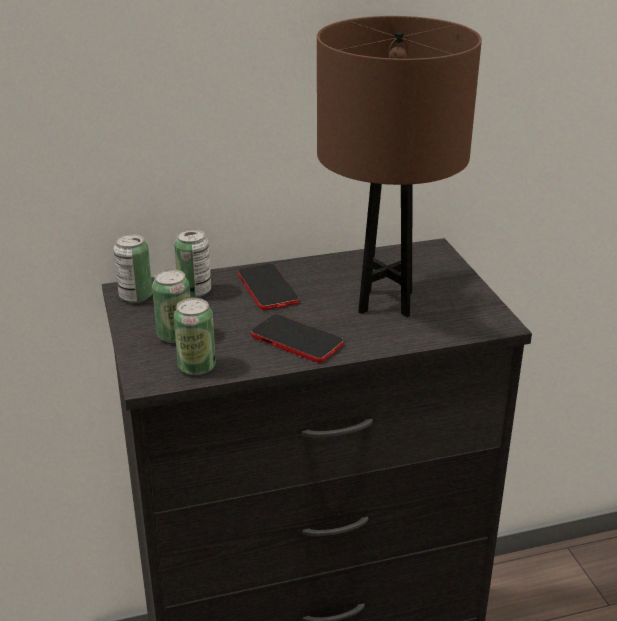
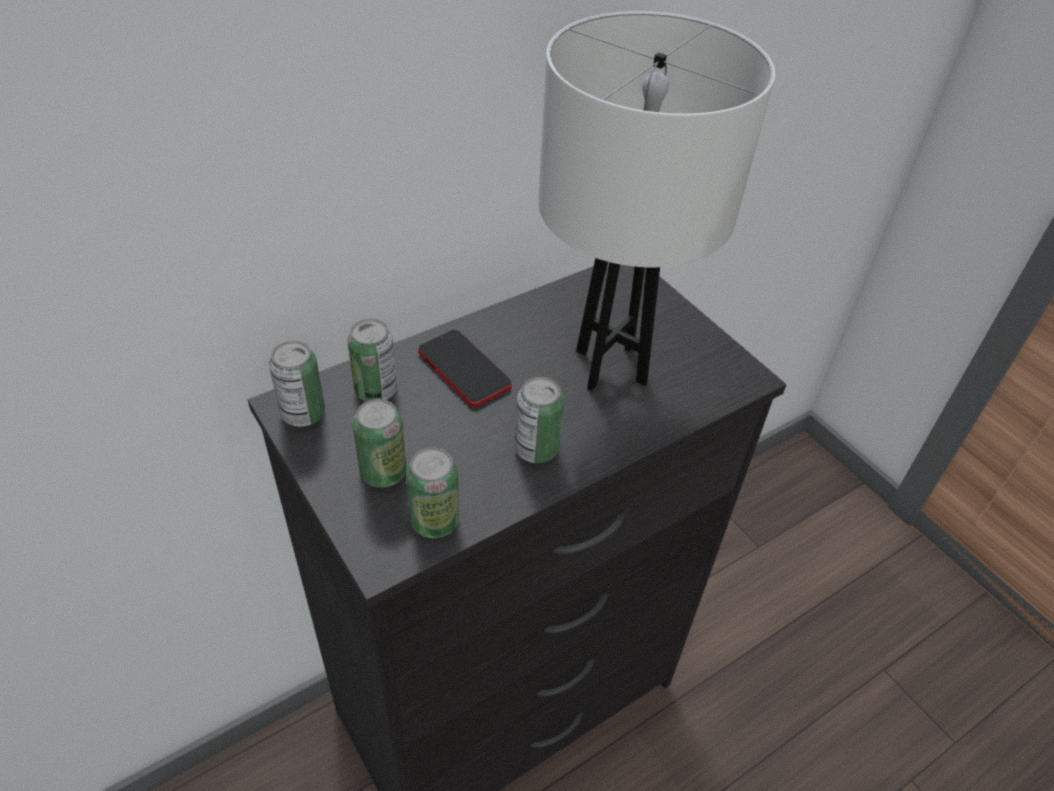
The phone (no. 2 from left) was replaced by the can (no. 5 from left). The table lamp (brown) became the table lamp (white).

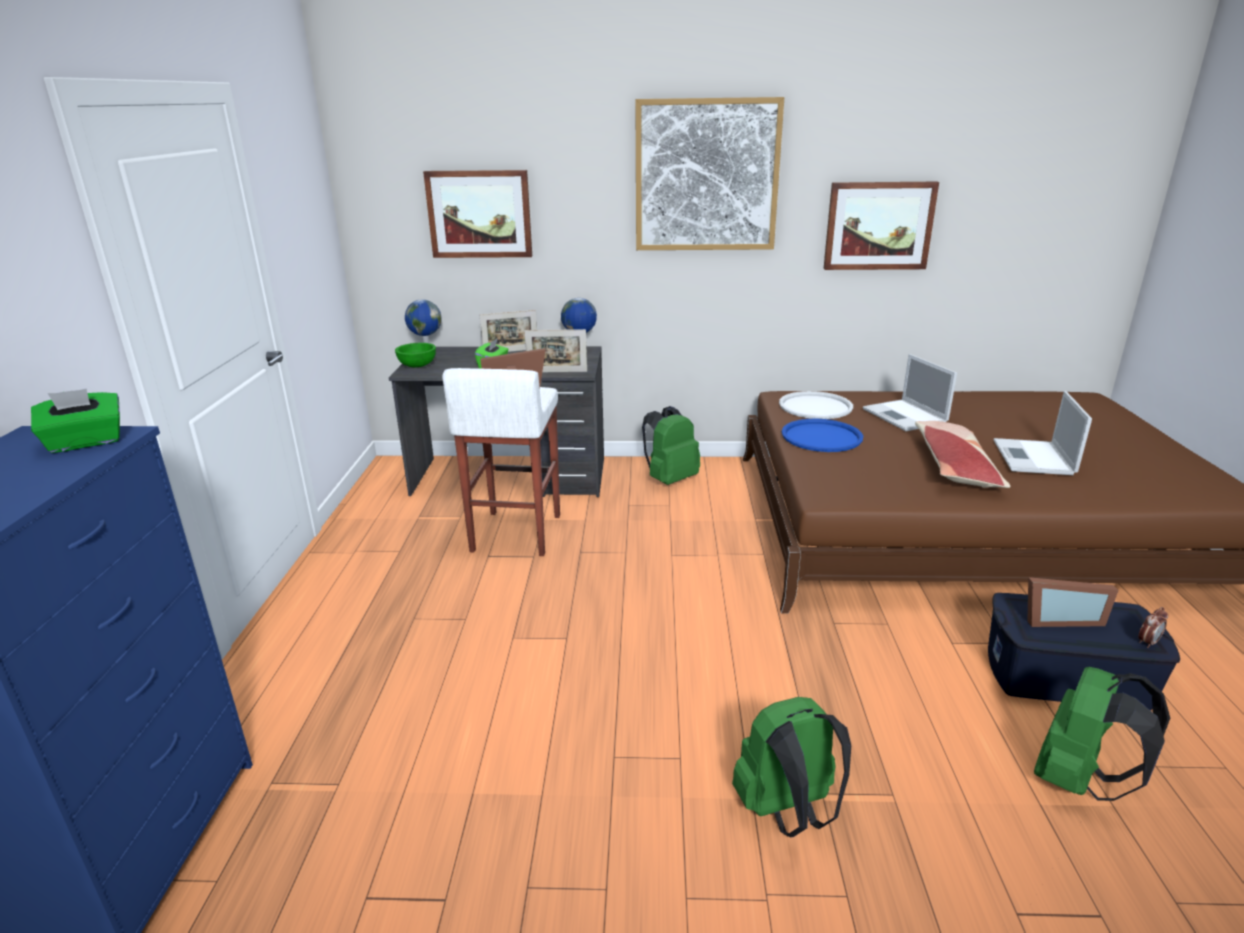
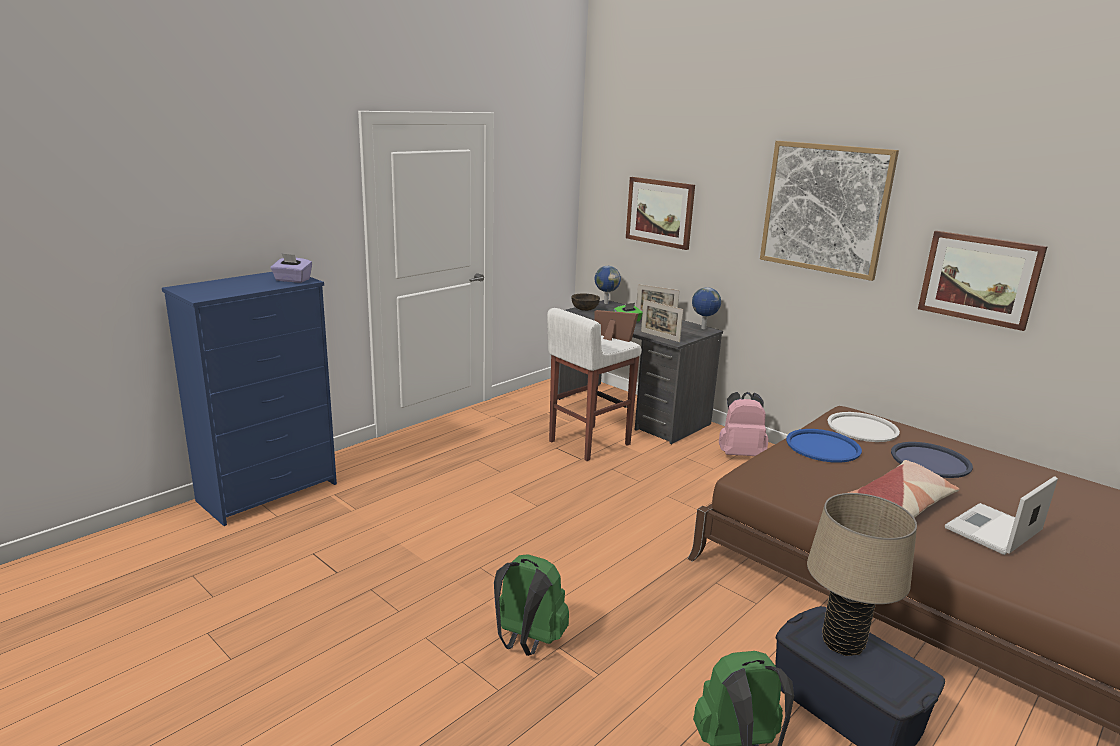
The tissue box (green) (no. 1 from left) became the tissue box (purple). The bowl (green) became the bowl (brown). The backpack (green) (no. 1 from left) became the backpack (pink). The laptop (no. 1 from left) was replaced by the tray (blue) (no. 2 from left). The picture frame (no. 4 from left) was replaced by the table lamp (beige). The alarm clock disappeared.

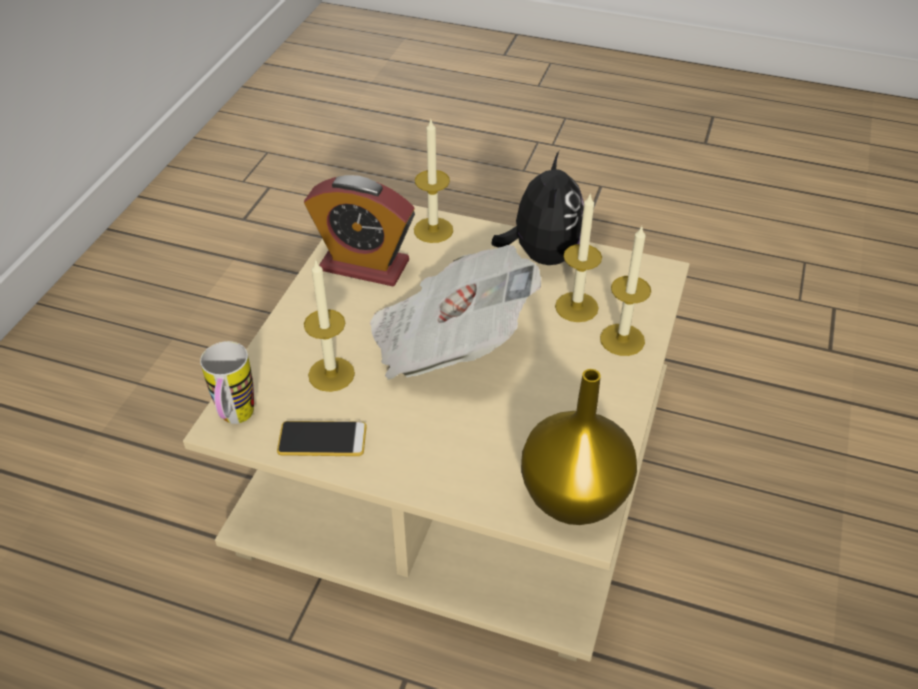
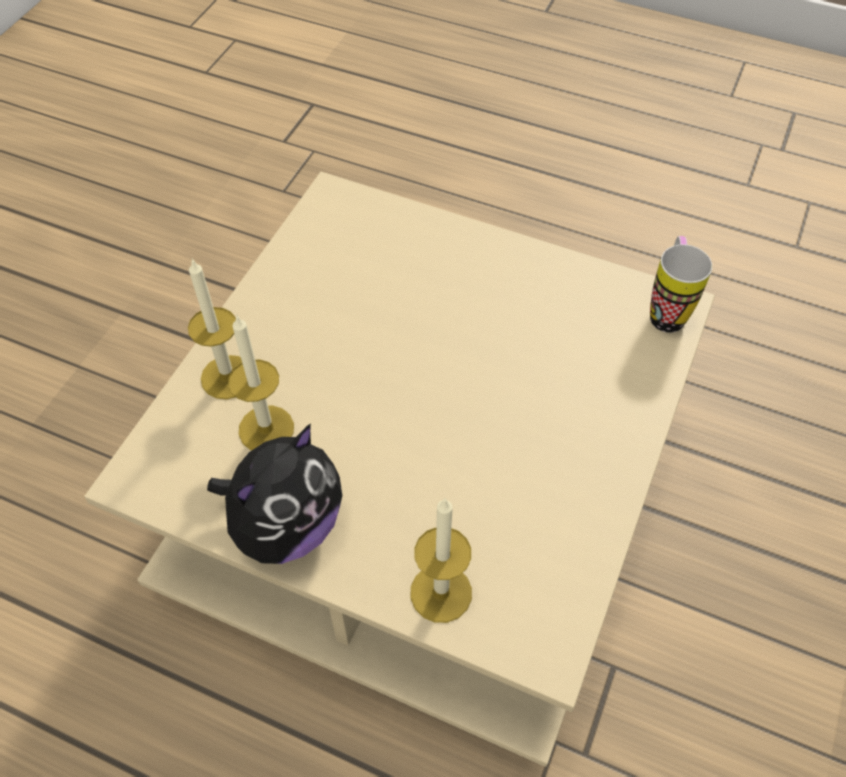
The phone disappeared. The alarm clock disappeared. The candle (no. 1 from left) disappeared. The newspaper disappeared. The plush toy turned 150 degrees counterclockwise. The vase (yellow) disappeared.

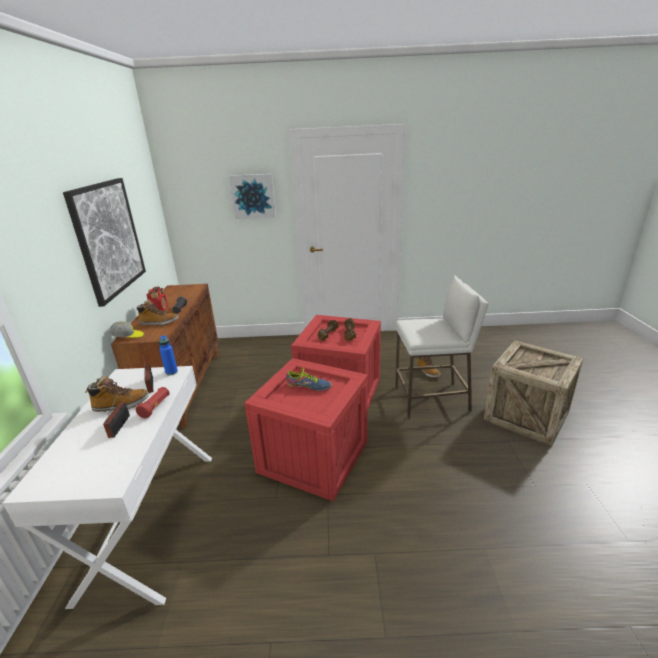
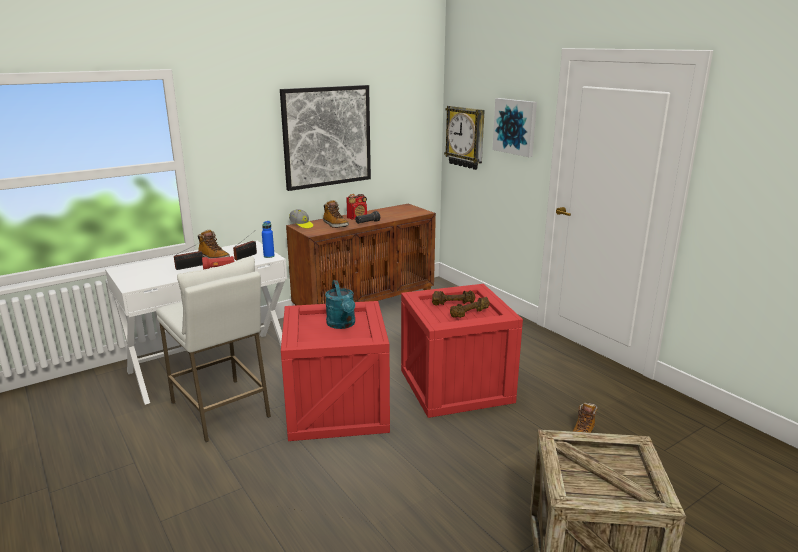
The shoe was replaced by the watering can (turquoise). The stool (white) moved. The wall clock appeared.

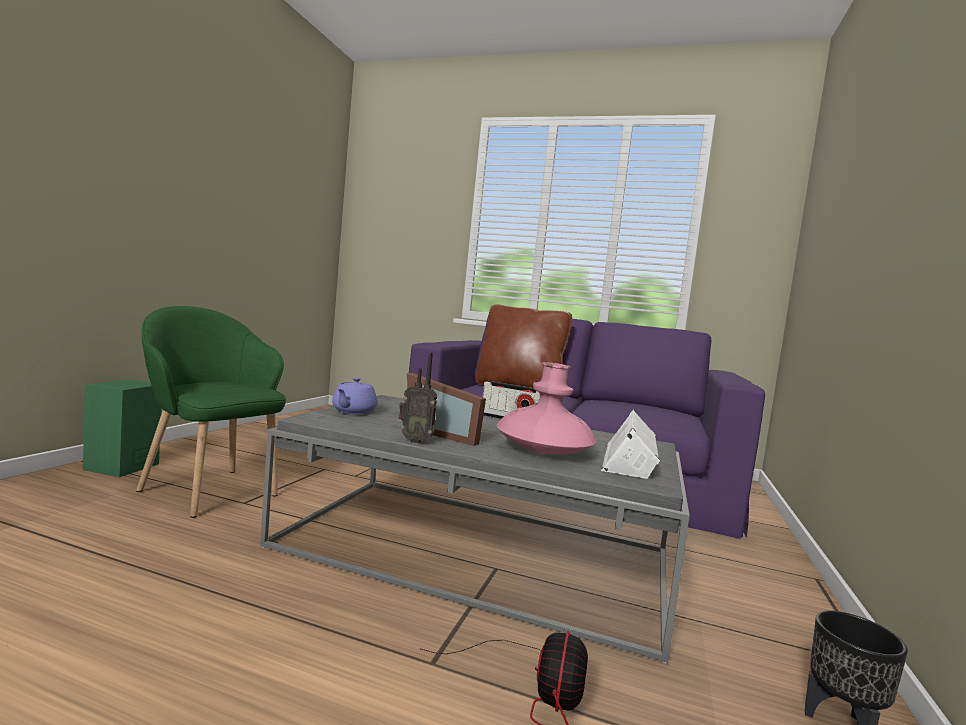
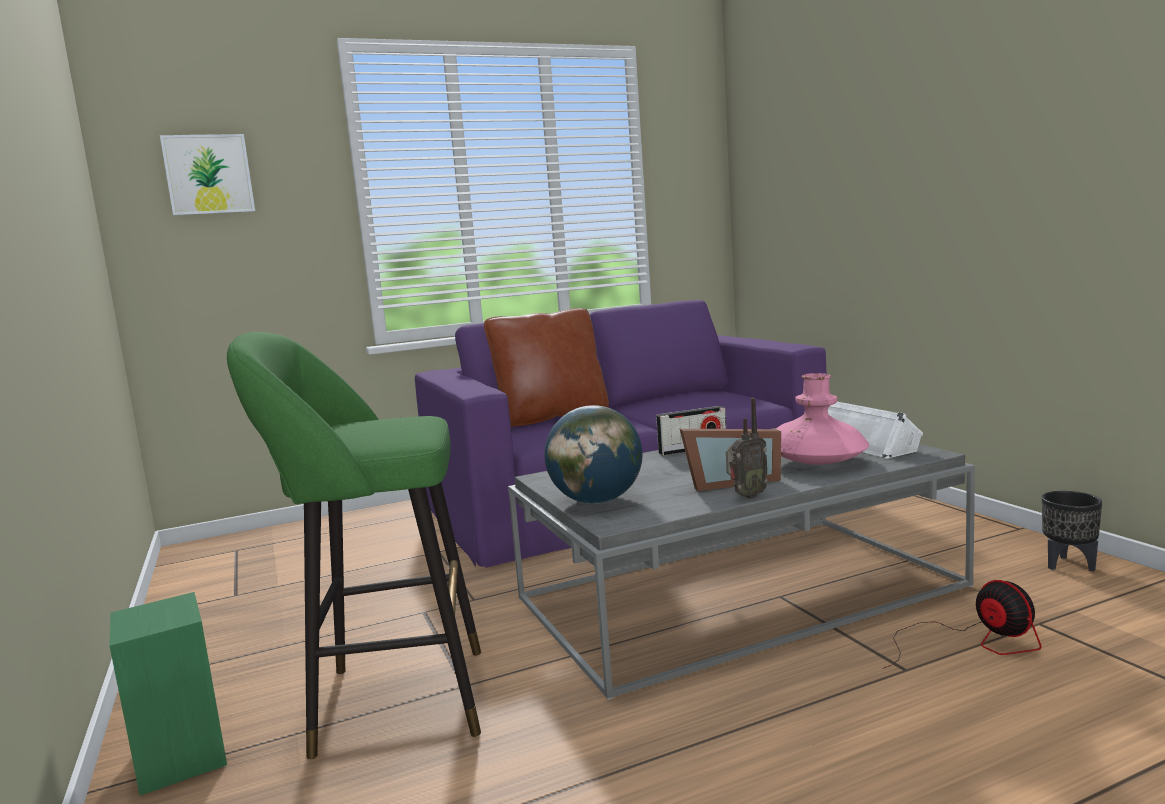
The armchair (green) was replaced by the stool (green). The teapot (purple) was replaced by the globe. The picture appeared.

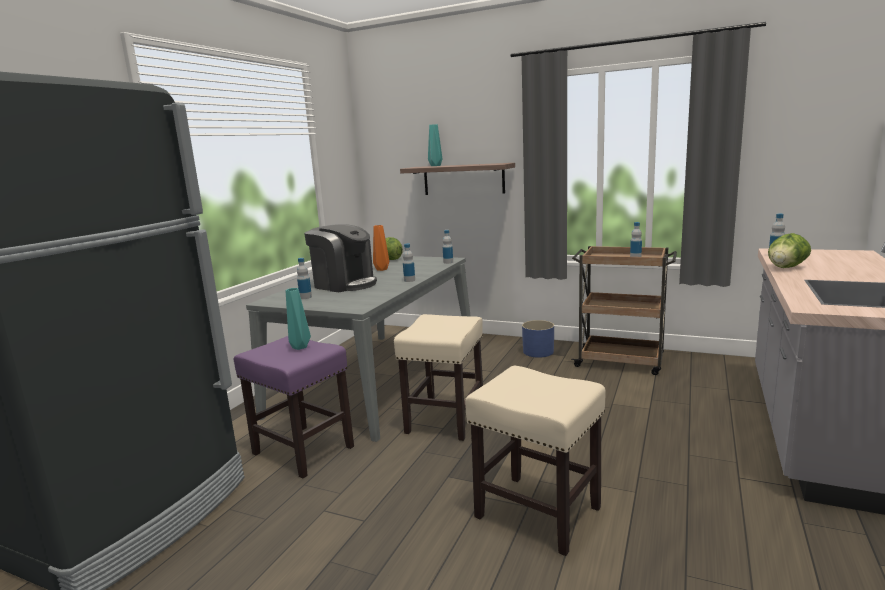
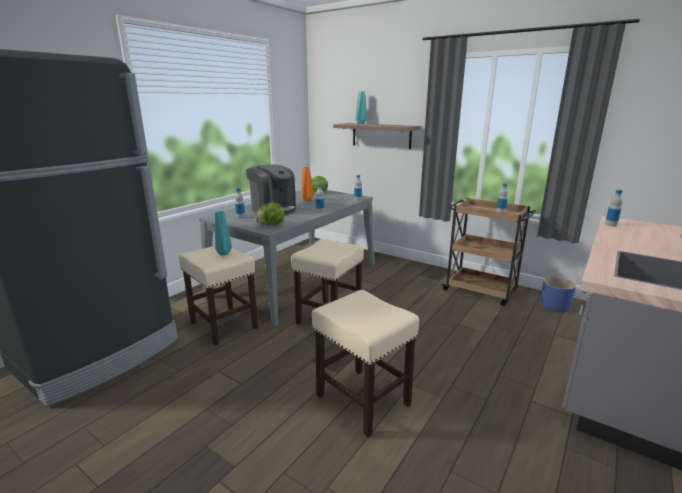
The stool (purple) became the stool (beige) (no. 1 from left). The planter (blue) moved. The lettuce (no. 2 from left in the first image) moved.

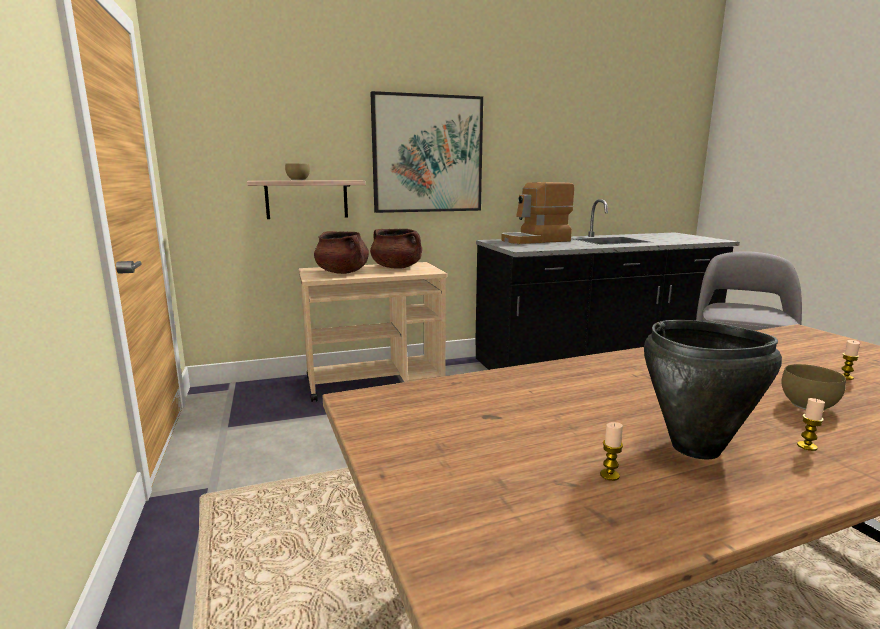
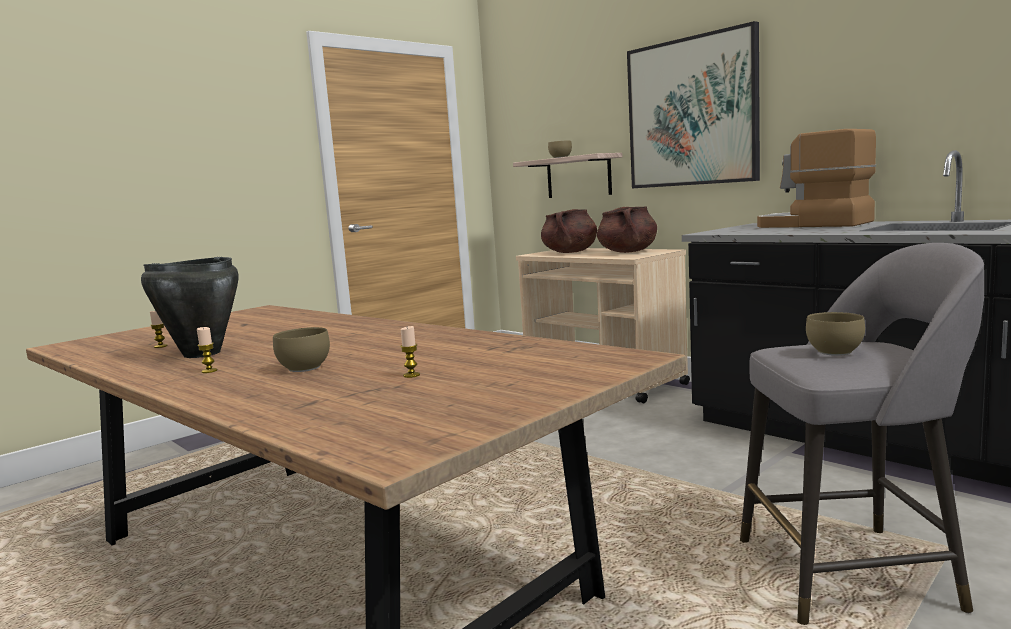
The bowl (brown) (no. 3 from left) appeared.

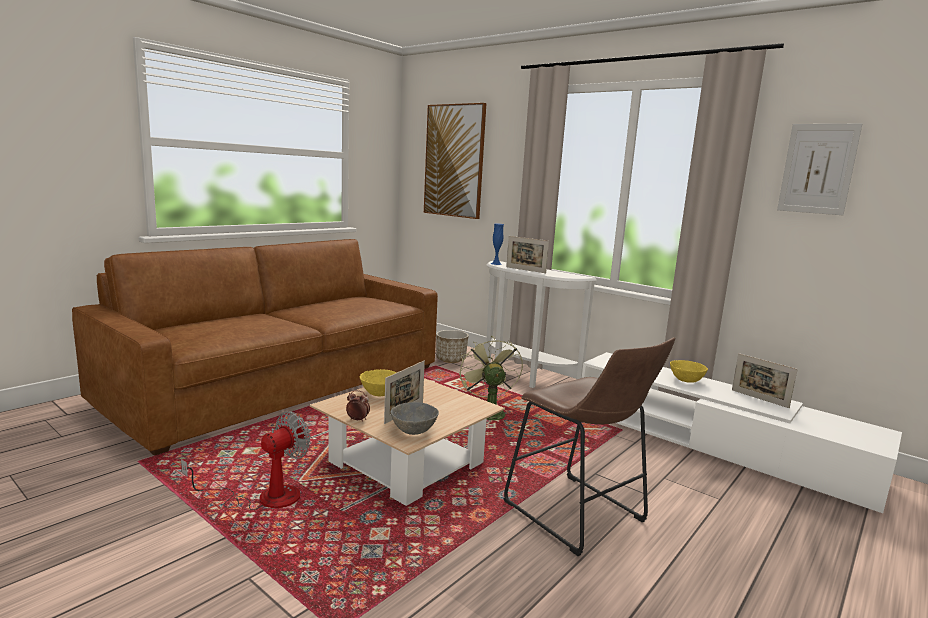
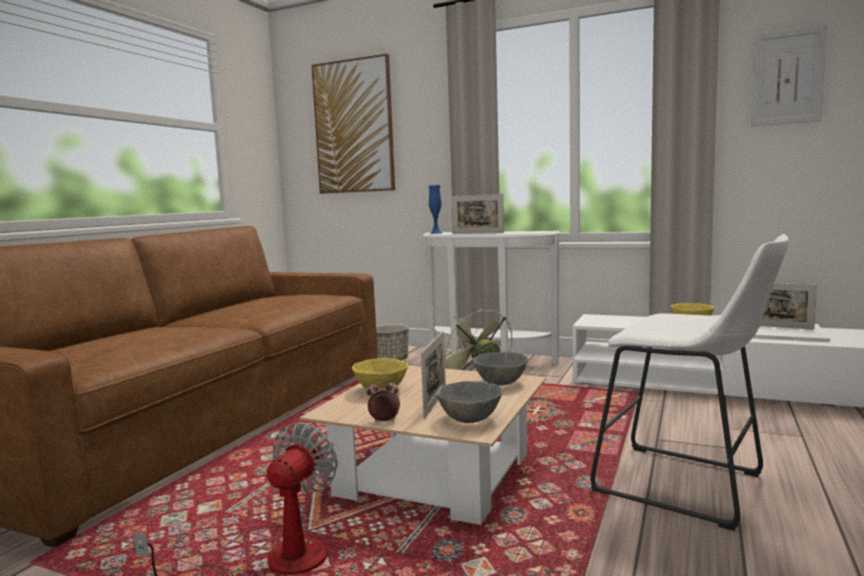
The stool (brown) became the stool (white). The bowl (grey) (no. 2 from left) appeared.

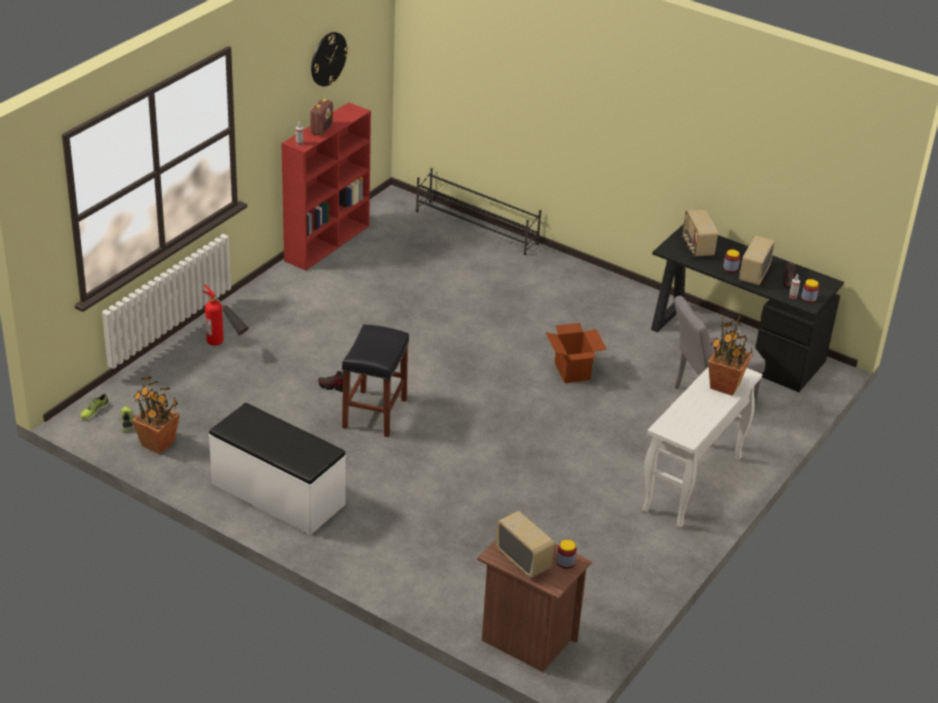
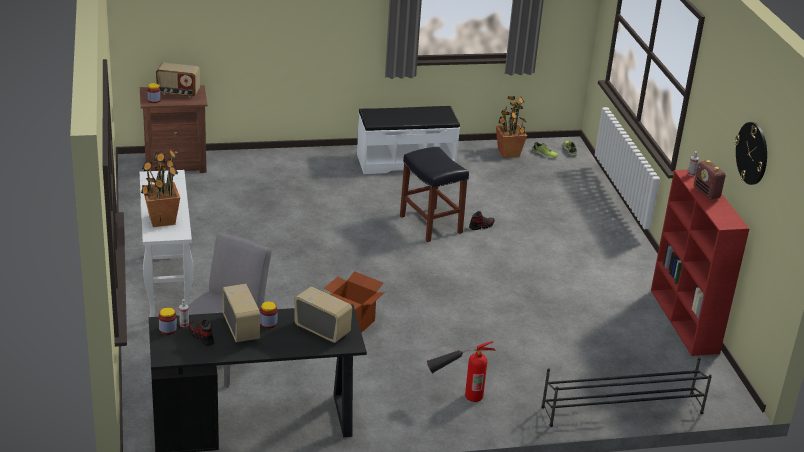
The fire extinguisher moved.

